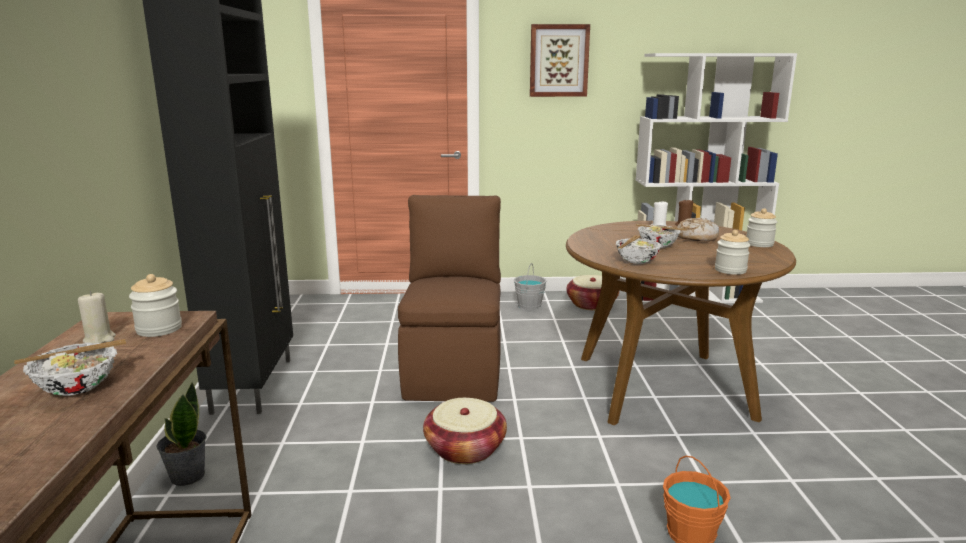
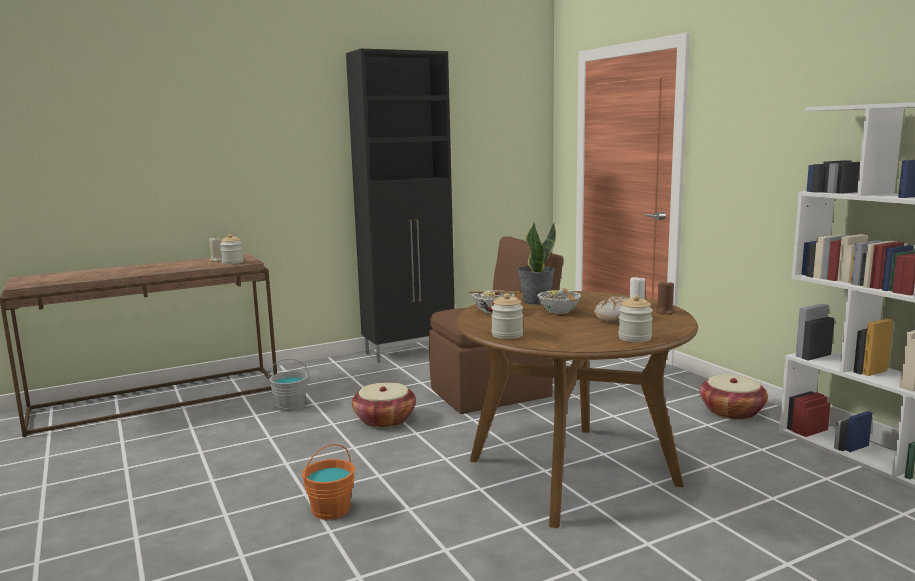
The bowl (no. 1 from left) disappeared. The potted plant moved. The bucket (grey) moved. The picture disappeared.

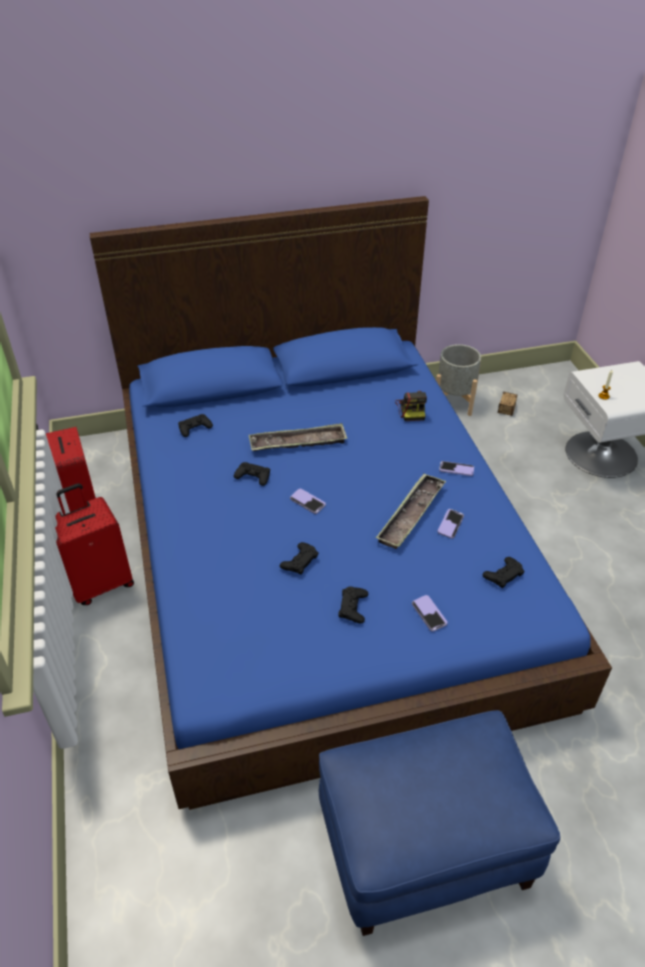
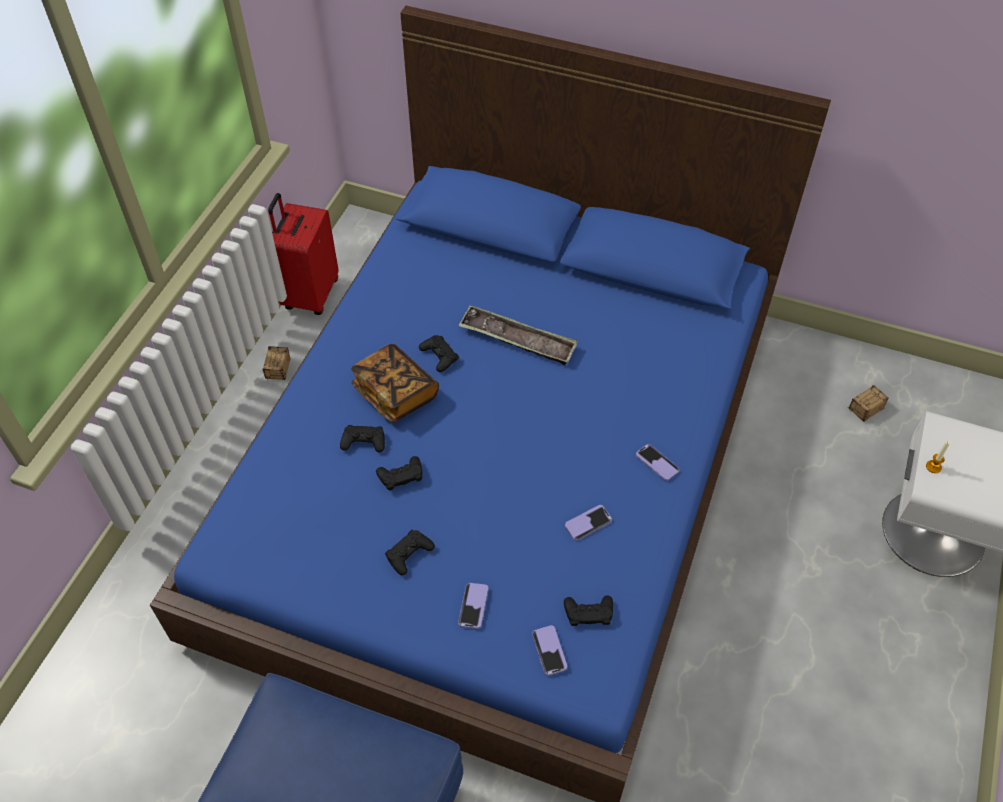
The suitcase (red) (no. 2 from left) was replaced by the storage box (no. 1 from left). The game controller (black) (no. 1 from left) moved. The phone (no. 1 from left in the first image) moved. The tray (no. 2 from left) disappeared. The photo camera disappeared. The planter (grey) disappeared. The book appeared.

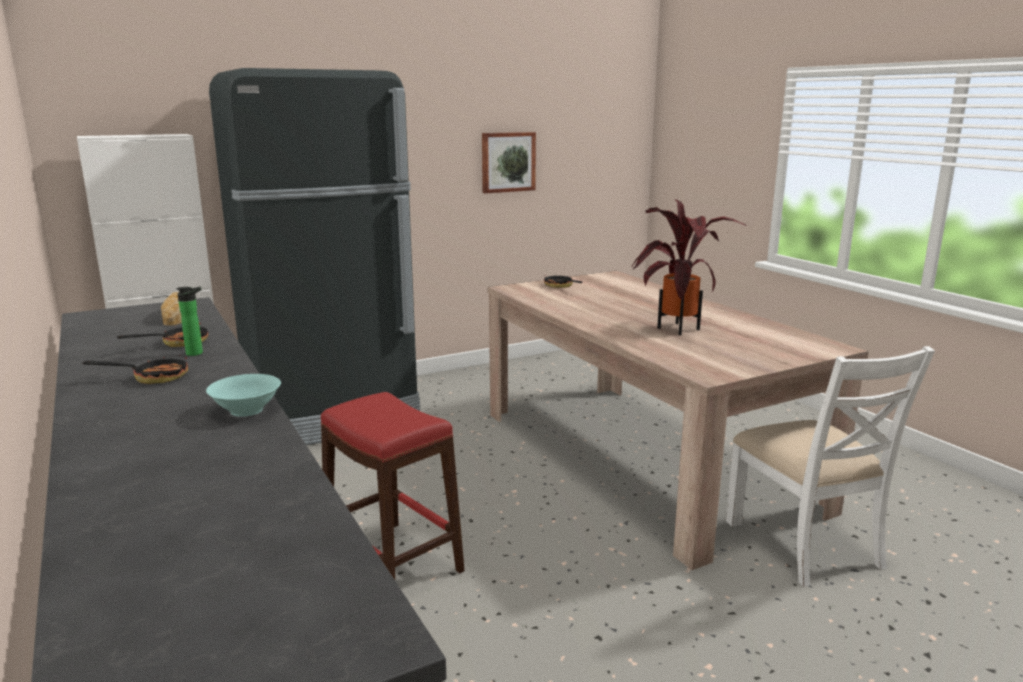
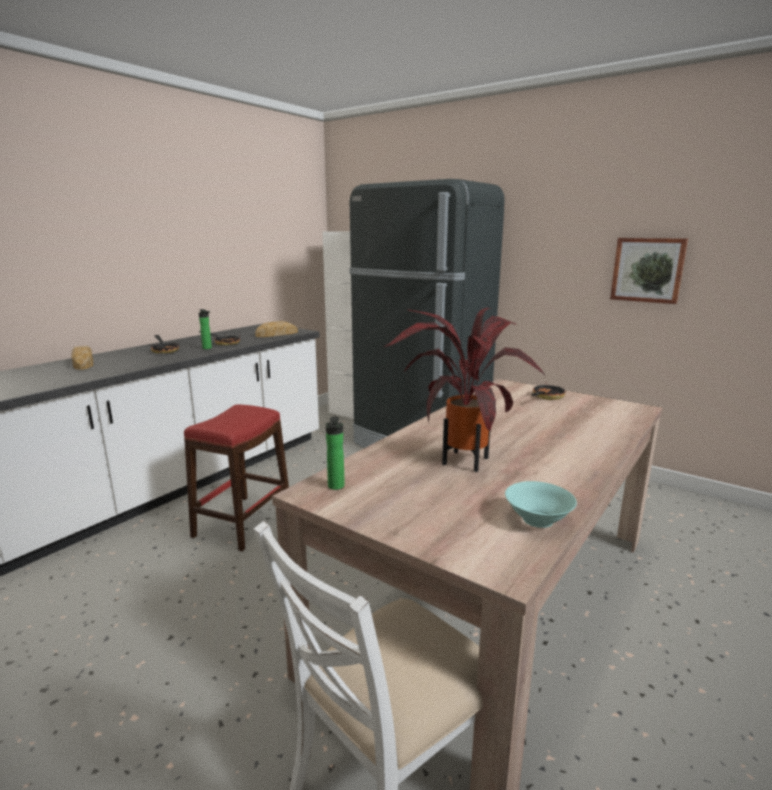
The bowl (turquoise) moved. The bread (no. 1 from left) appeared. The bottle (no. 2 from left) appeared.

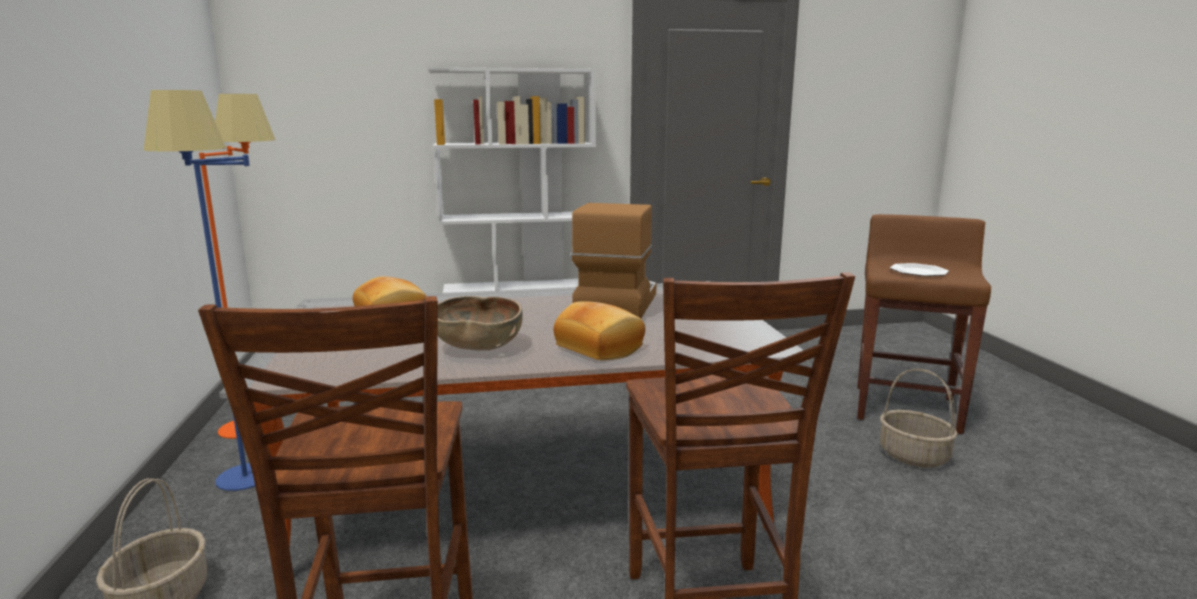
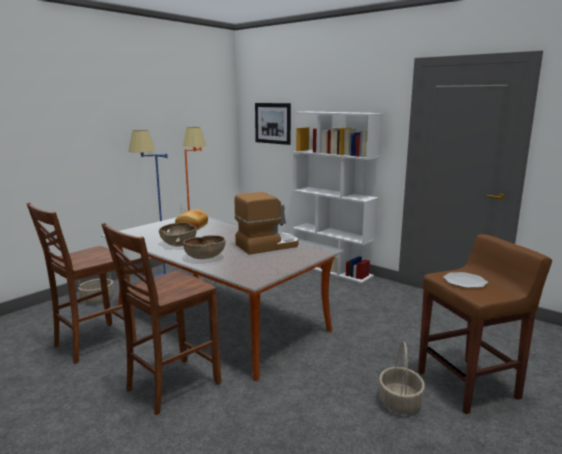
The bread (no. 2 from left) was replaced by the bowl (brown) (no. 2 from left). The picture appeared.

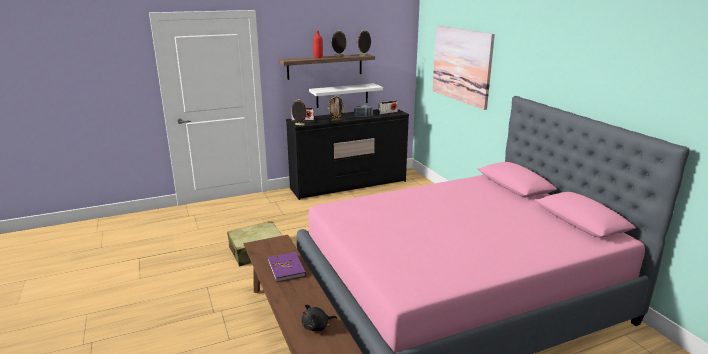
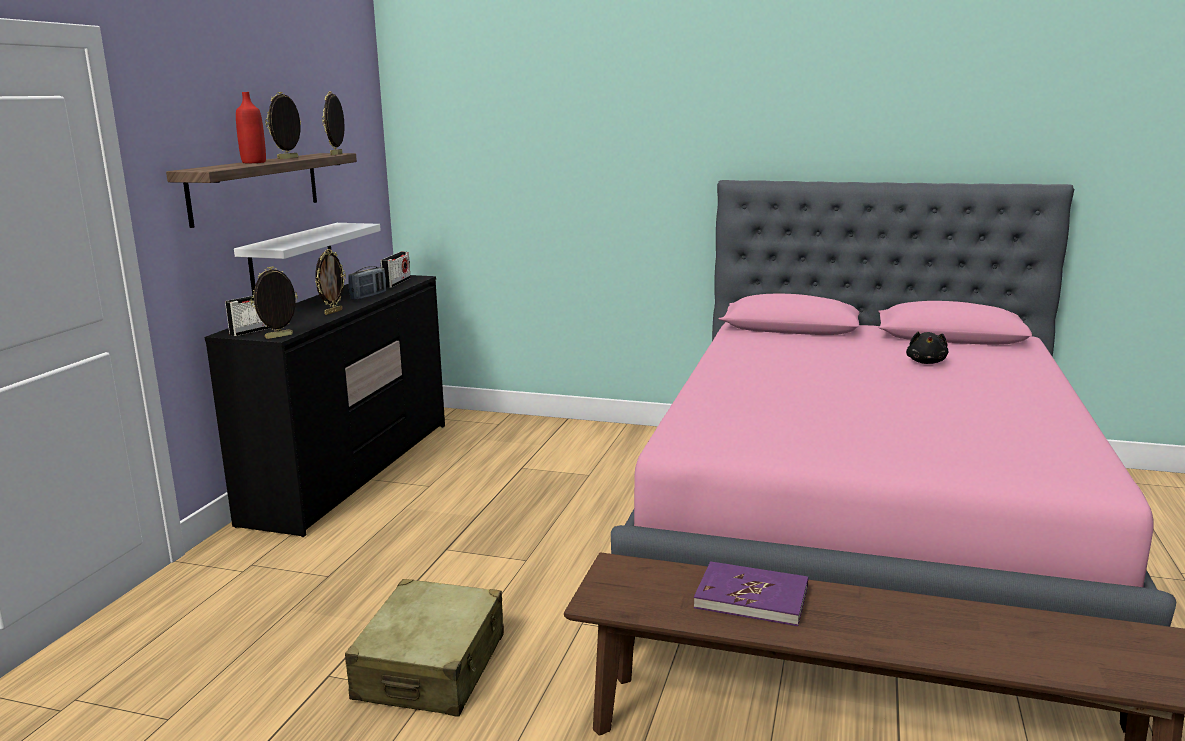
The plush toy (black) moved. The picture disappeared.

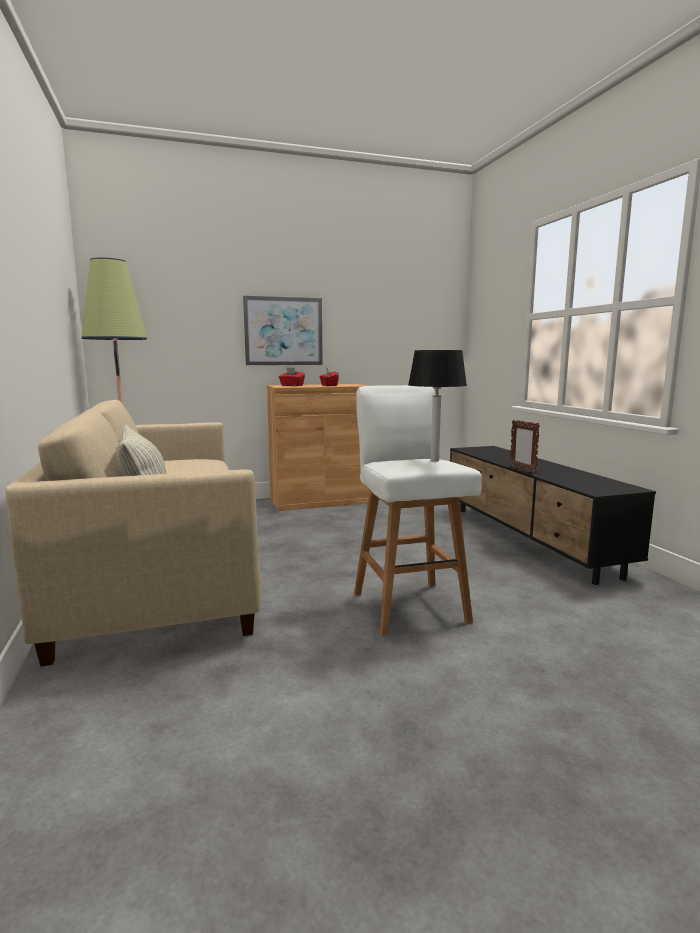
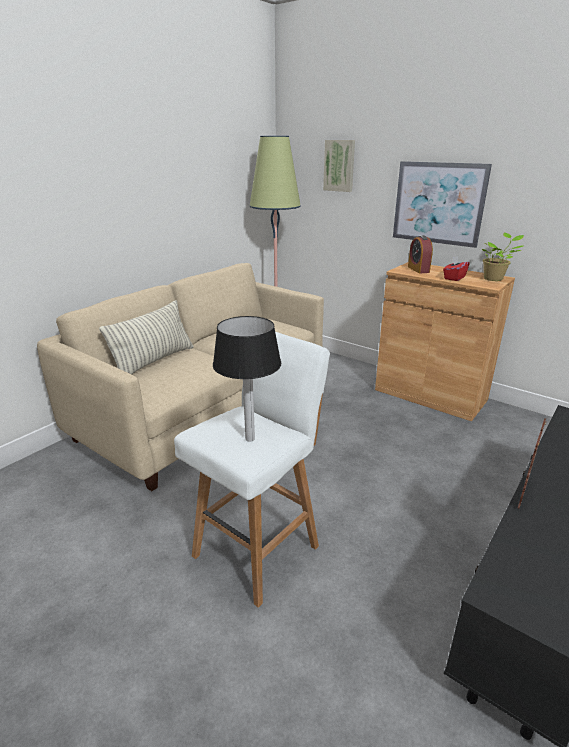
The tissue box (red) (no. 1 from left) was replaced by the alarm clock. The picture (no. 1 from left) appeared. The potted plant appeared.

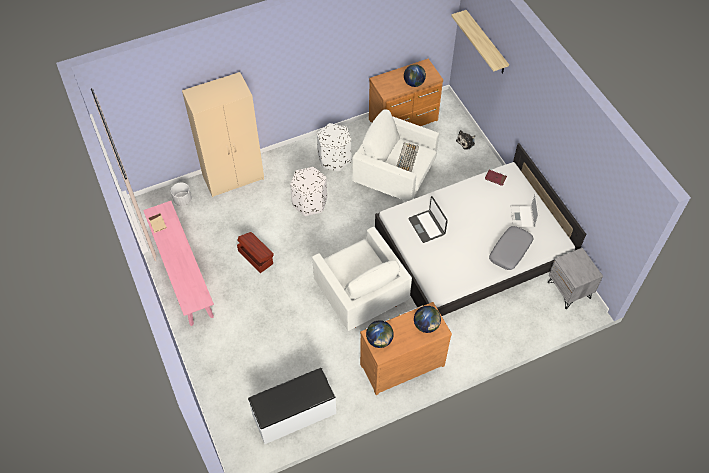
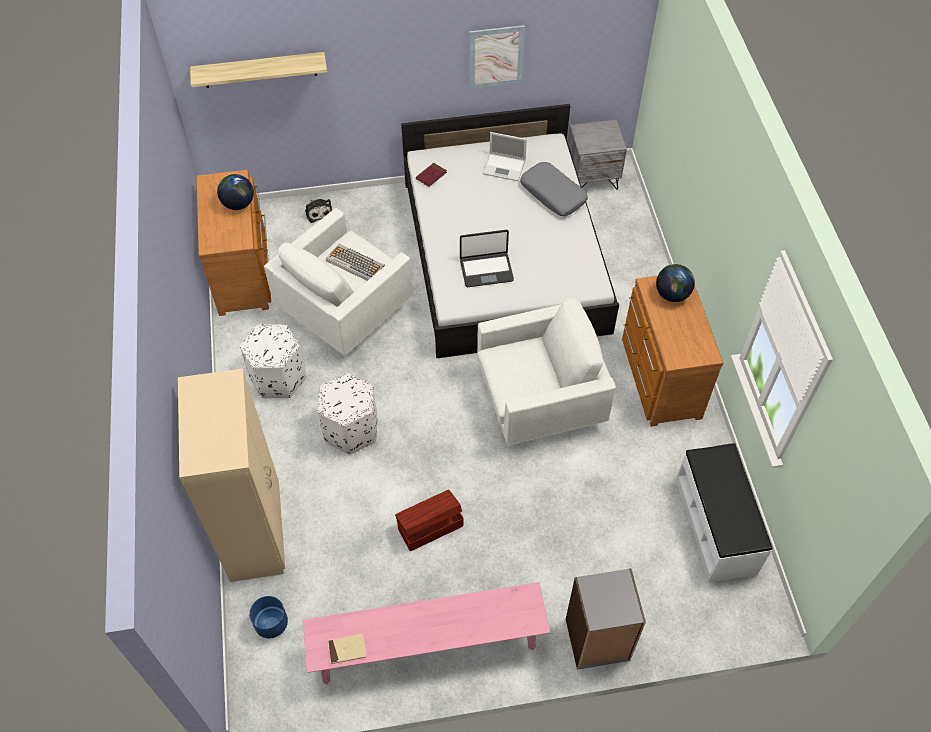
The planter (white) became the planter (blue). The globe (no. 1 from left) disappeared. The picture appeared. The bookcase (grey) appeared.

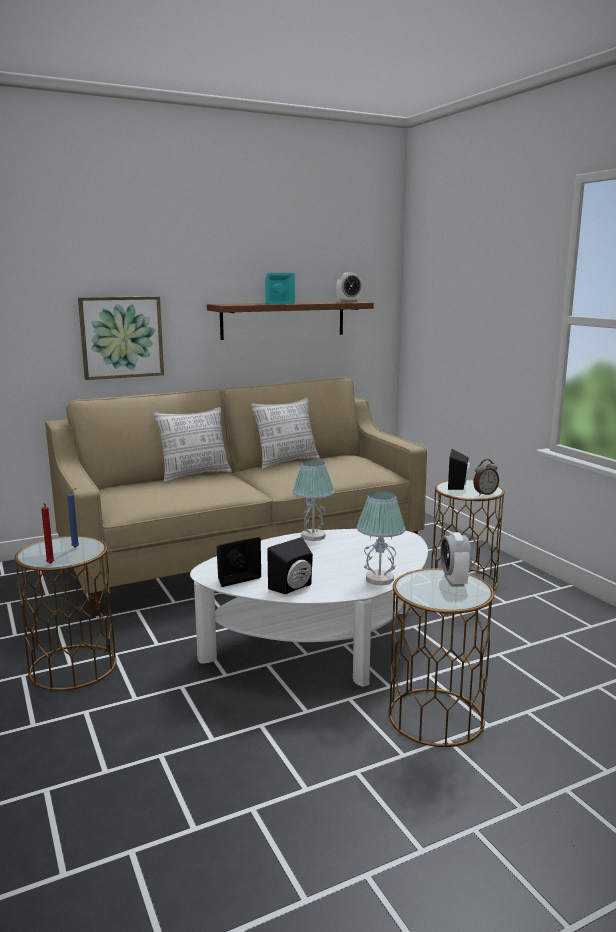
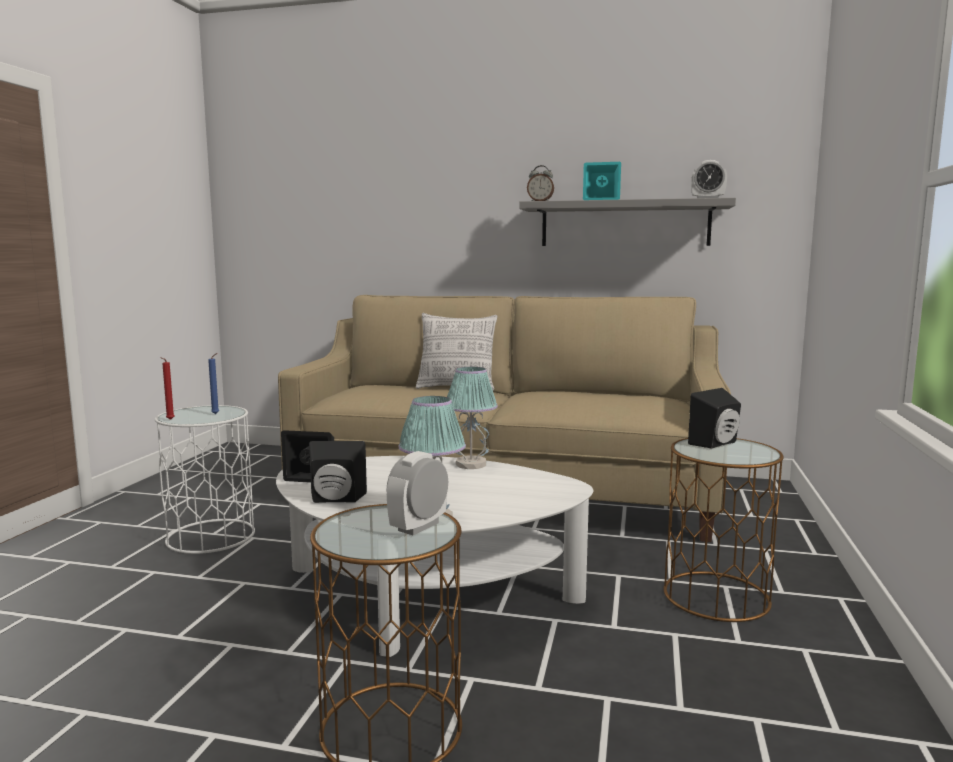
The side table (brown) (no. 1 from left) became the side table (white). The picture disappeared. The shelf (brown) became the shelf (grey). The pillow (no. 2 from left) disappeared. The alarm clock (no. 3 from left in the first image) moved.

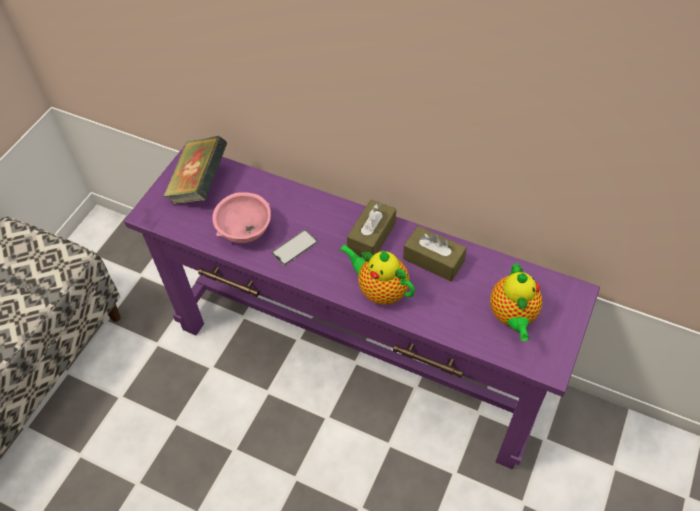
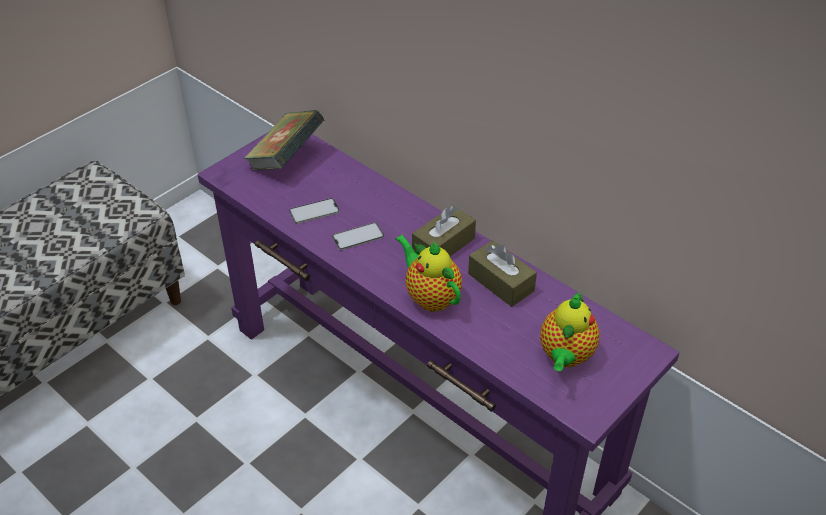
The bowl (pink) was replaced by the phone (no. 1 from left).

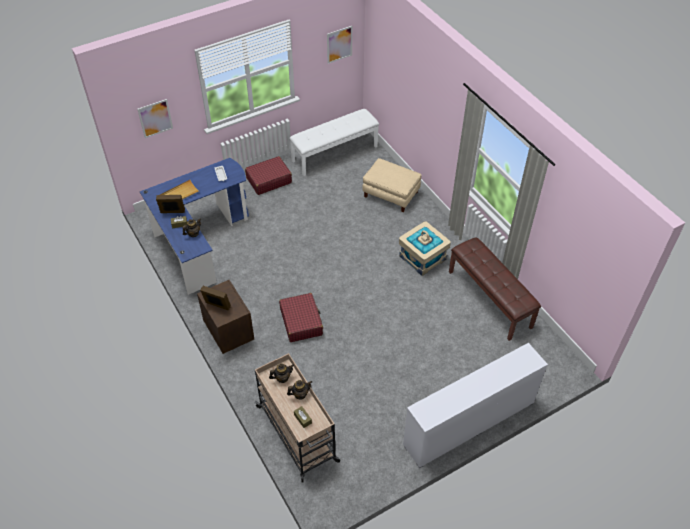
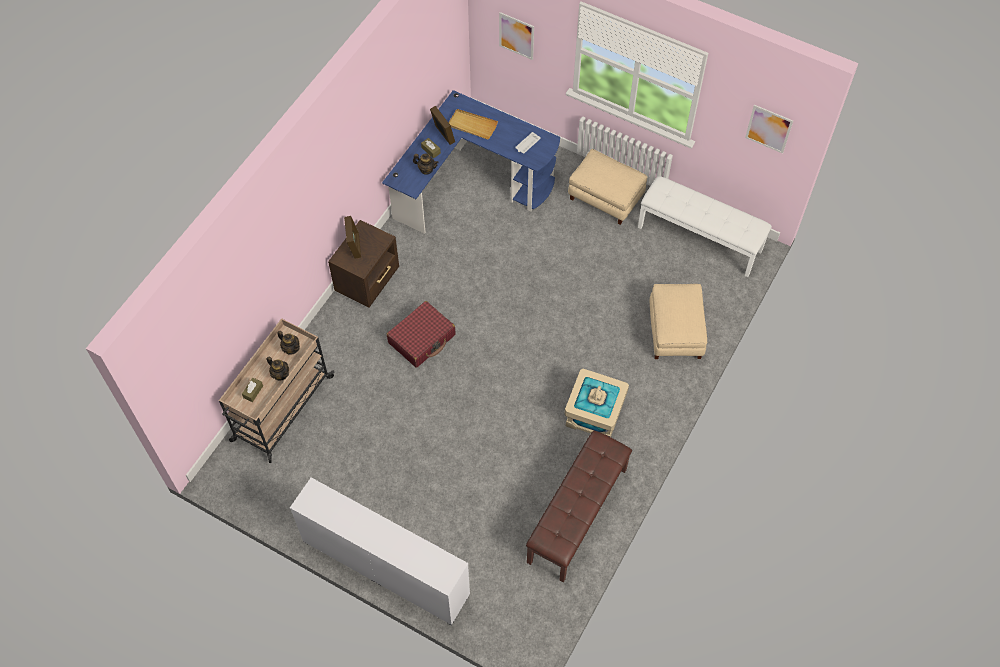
The suitcase (red) (no. 1 from left) was replaced by the ottoman (beige) (no. 1 from left).

